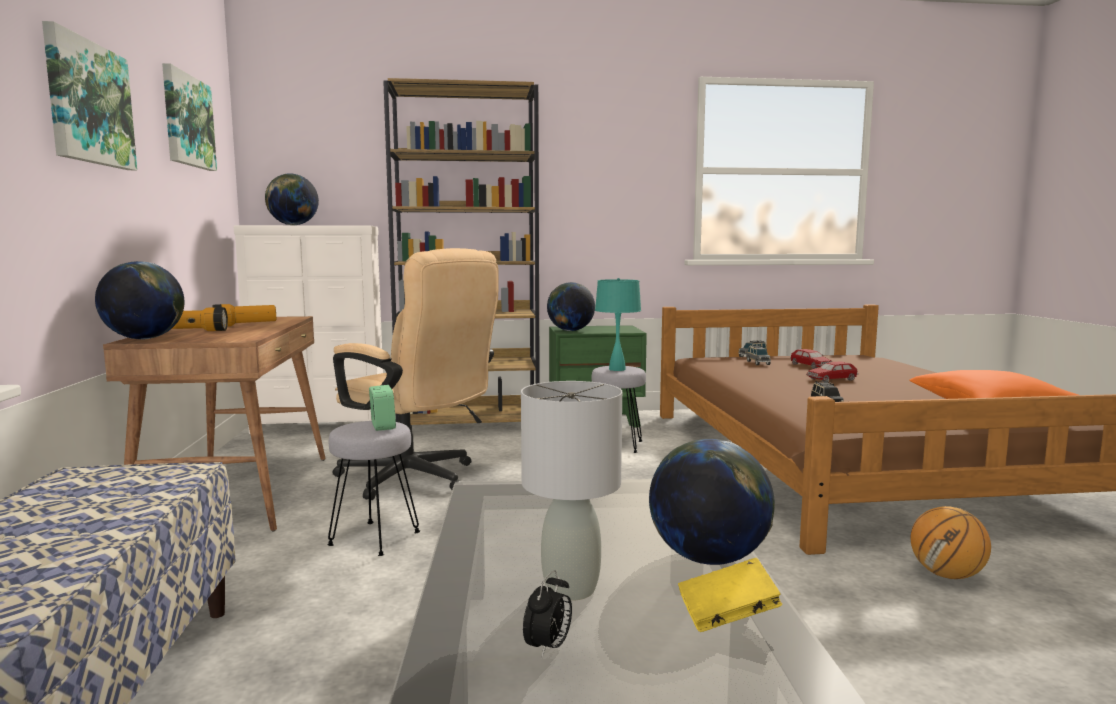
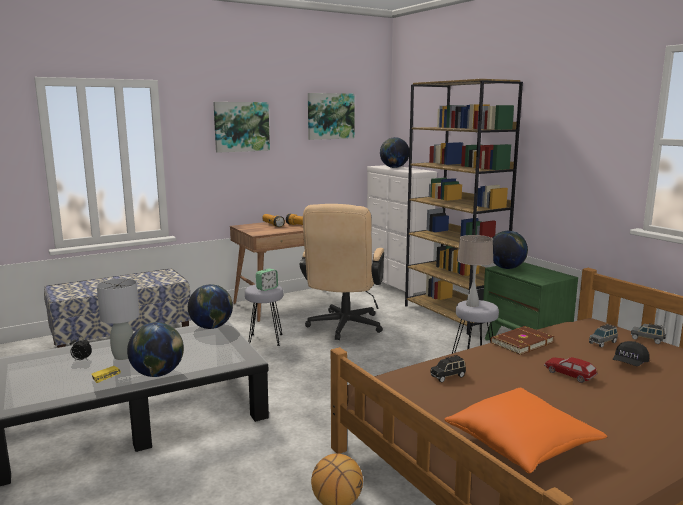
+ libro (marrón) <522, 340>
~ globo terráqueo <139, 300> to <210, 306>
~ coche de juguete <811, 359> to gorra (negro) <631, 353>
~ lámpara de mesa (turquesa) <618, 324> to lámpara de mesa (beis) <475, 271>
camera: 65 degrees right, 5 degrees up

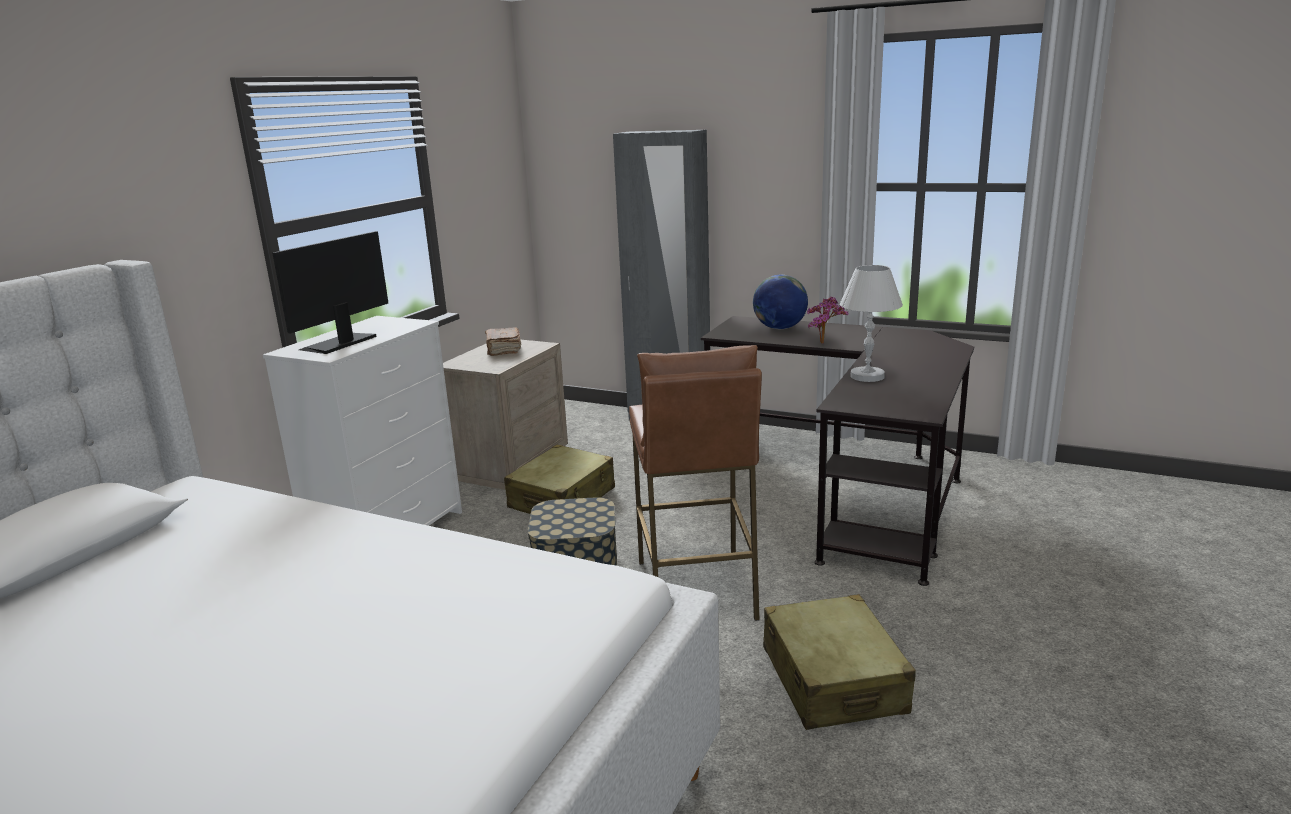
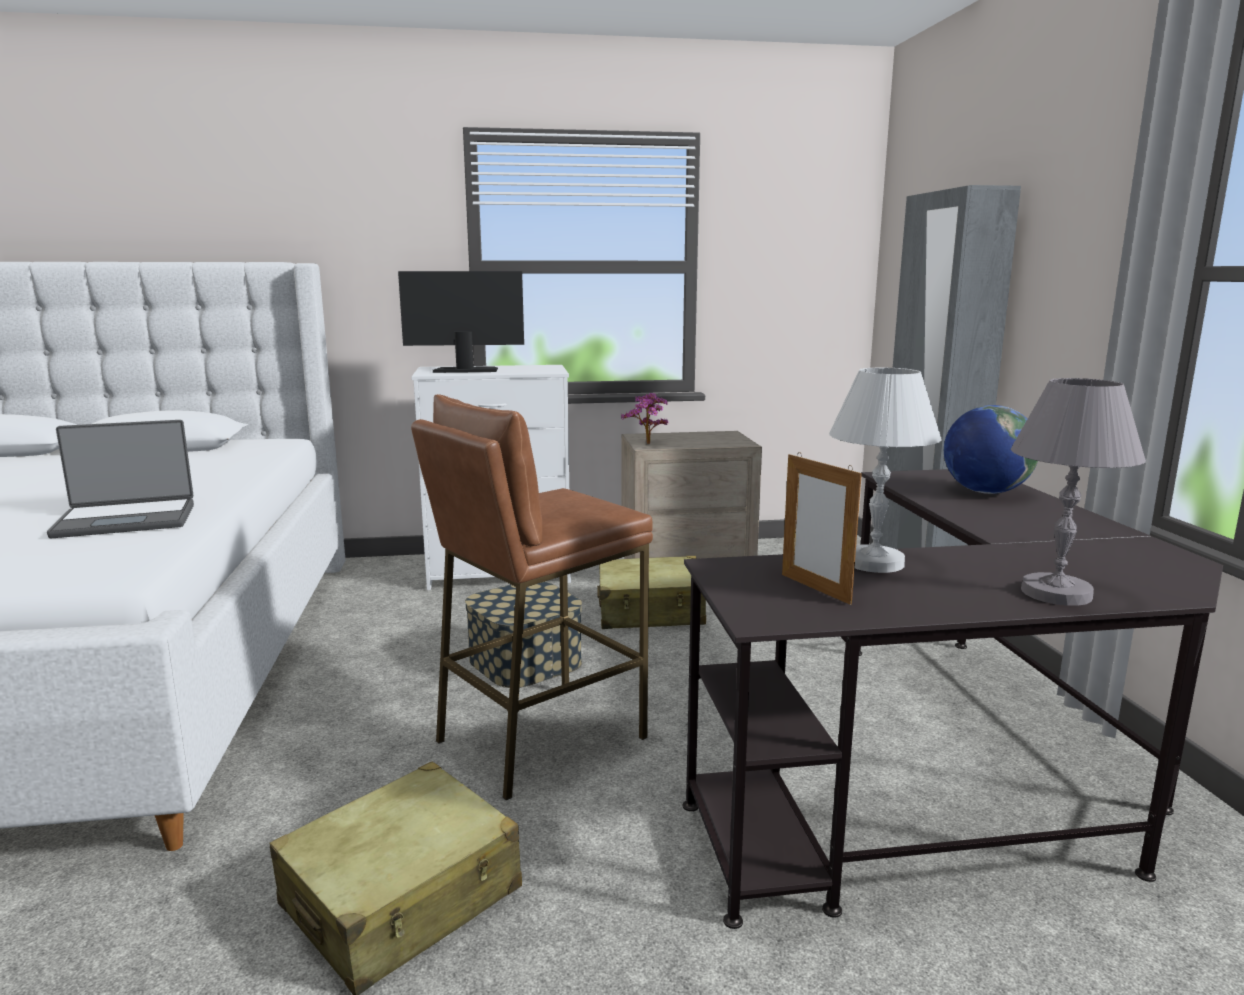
- libro (marrón) <503, 341>
+ portátil <120, 479>
+ portarretratos <822, 528>
+ lámpara de mesa (gris) <1078, 492>
~ planta en maceta <827, 319> to <645, 418>
camera: 55 degrees right, 5 degrees down

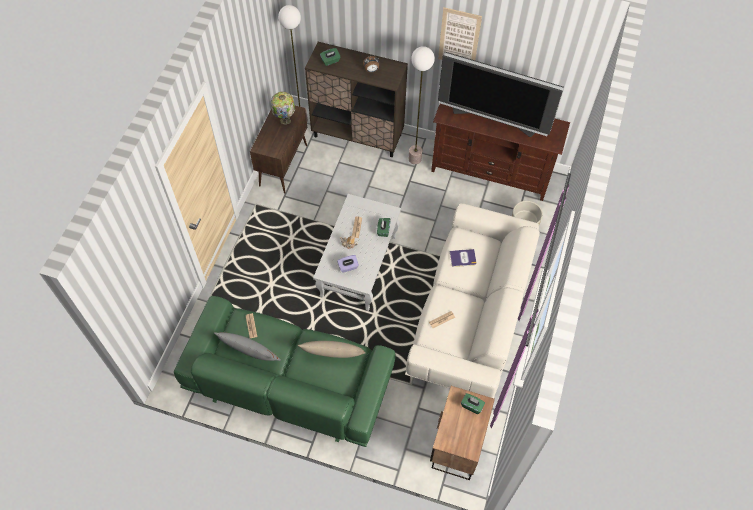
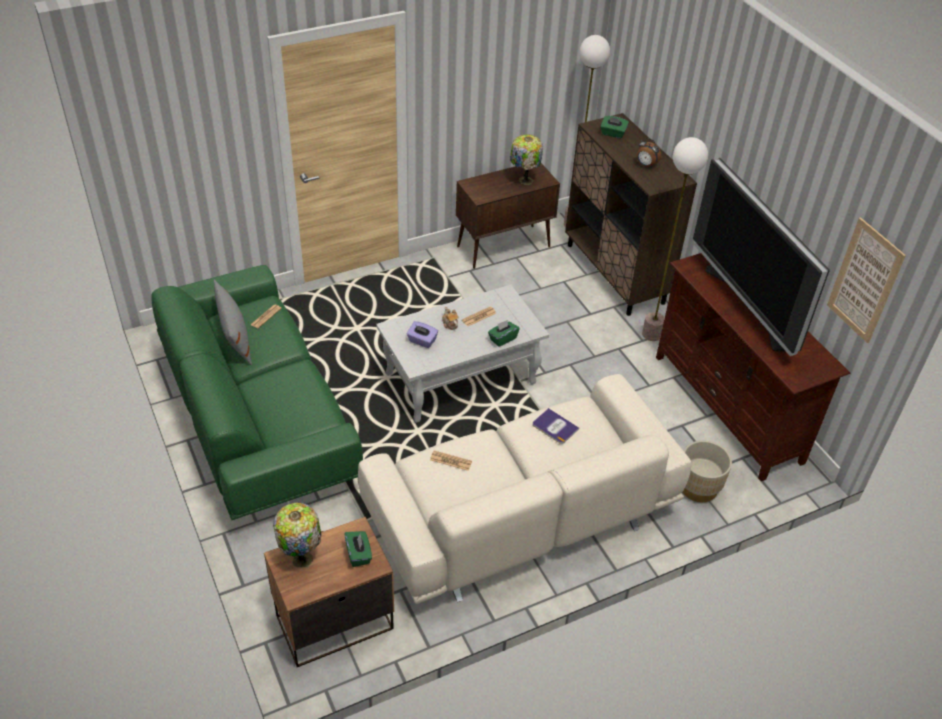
- cojín (beis) <332, 349>
+ lámpara de mesa <297, 535>
~ cuadro <460, 33> to <866, 280>
camera: 45 degrees right, 15 degrees down

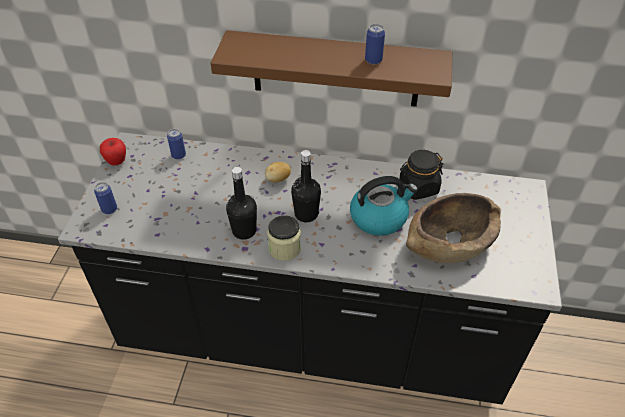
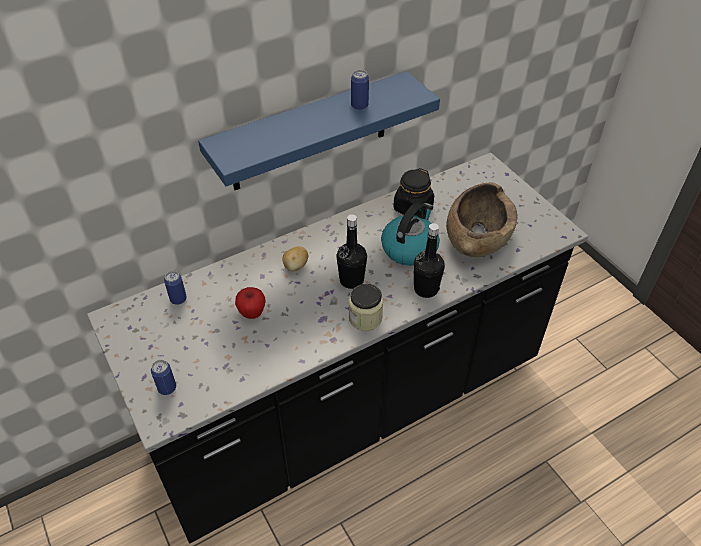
~ manzana <113, 151> to <250, 303>
~ botella (negro) <241, 203> to <429, 260>
~ estante (marrón) <331, 68> to estante (azul) <319, 130>
camera: 40 degrees left, 0 degrees up

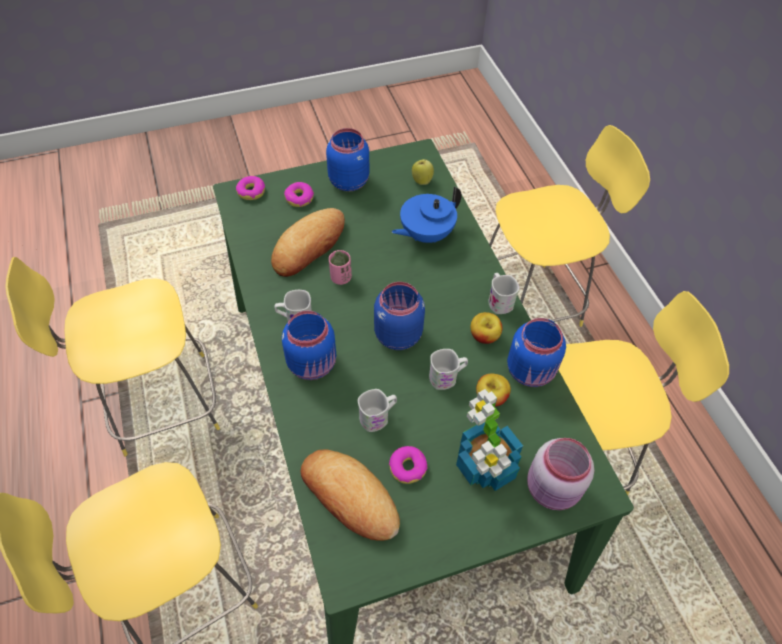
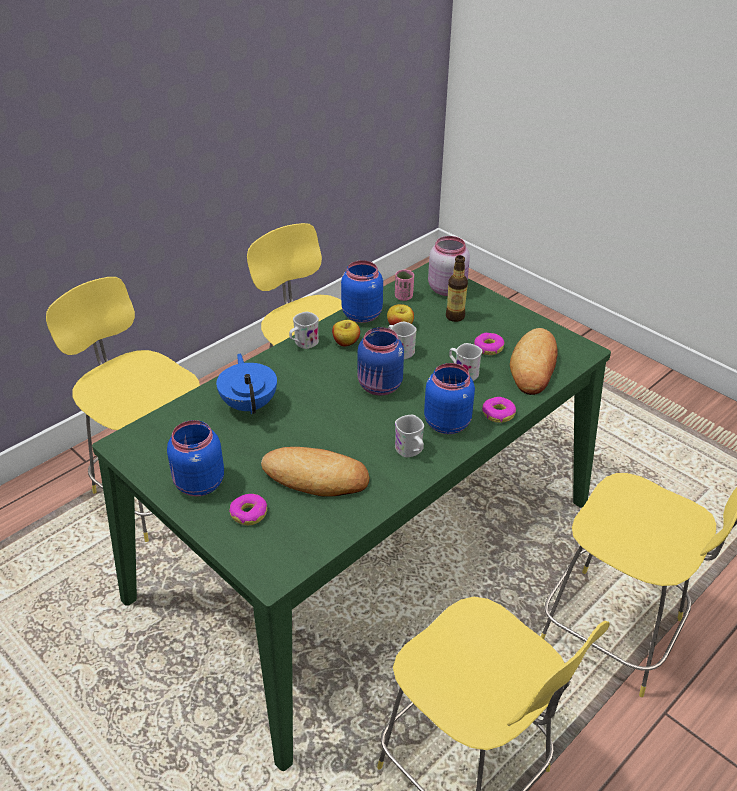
- manzana <423, 172>
~ rosquilla <250, 188> to <499, 410>
~ taza (rosa) <340, 267> to <404, 285>
~ planta en maceta <489, 440> to botella <457, 288>
~ tetera (azul) <427, 215> = <246, 383> 135 degrees counterclockwise
camera: 115 degrees left, 15 degrees down

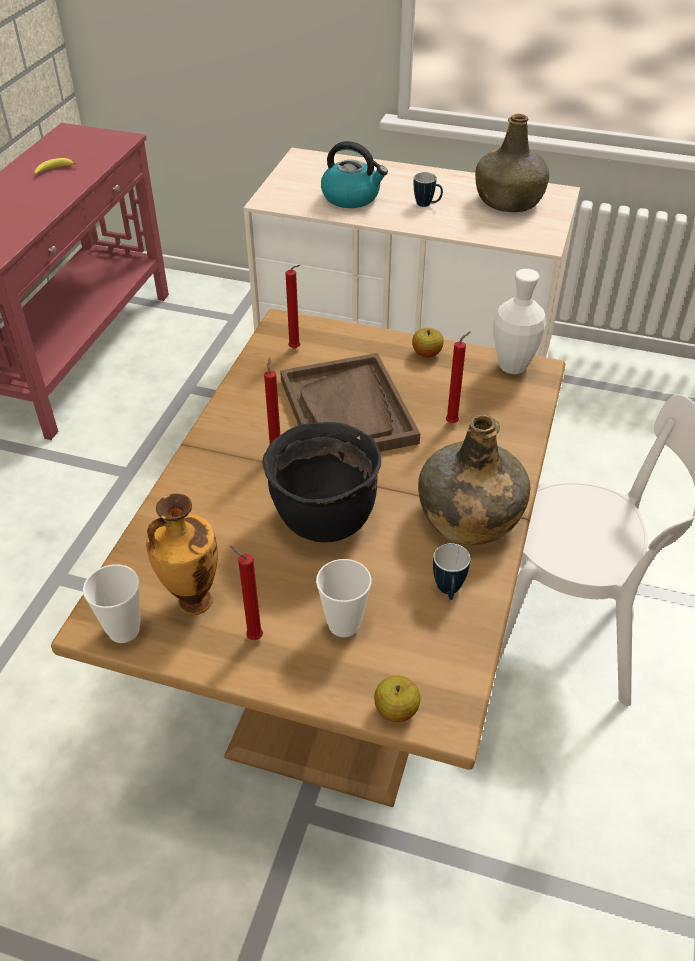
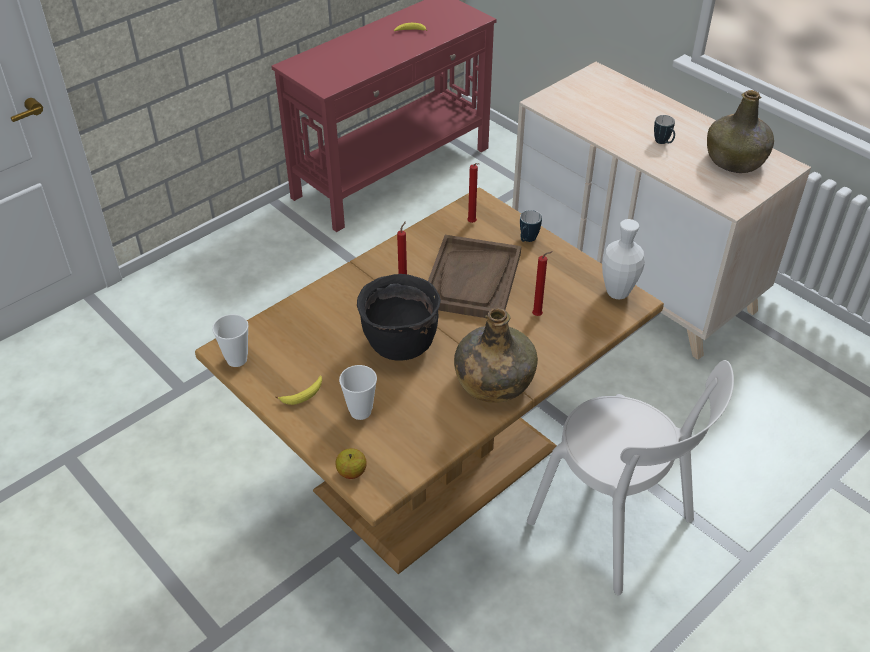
- florero <182, 554>
- hervidor <354, 174>
- manzana <428, 342>
~ taza grande <451, 571> to <531, 226>
~ vela (rojo) <246, 593> to plátano <298, 390>
camera: 30 degrees right, 0 degrees up

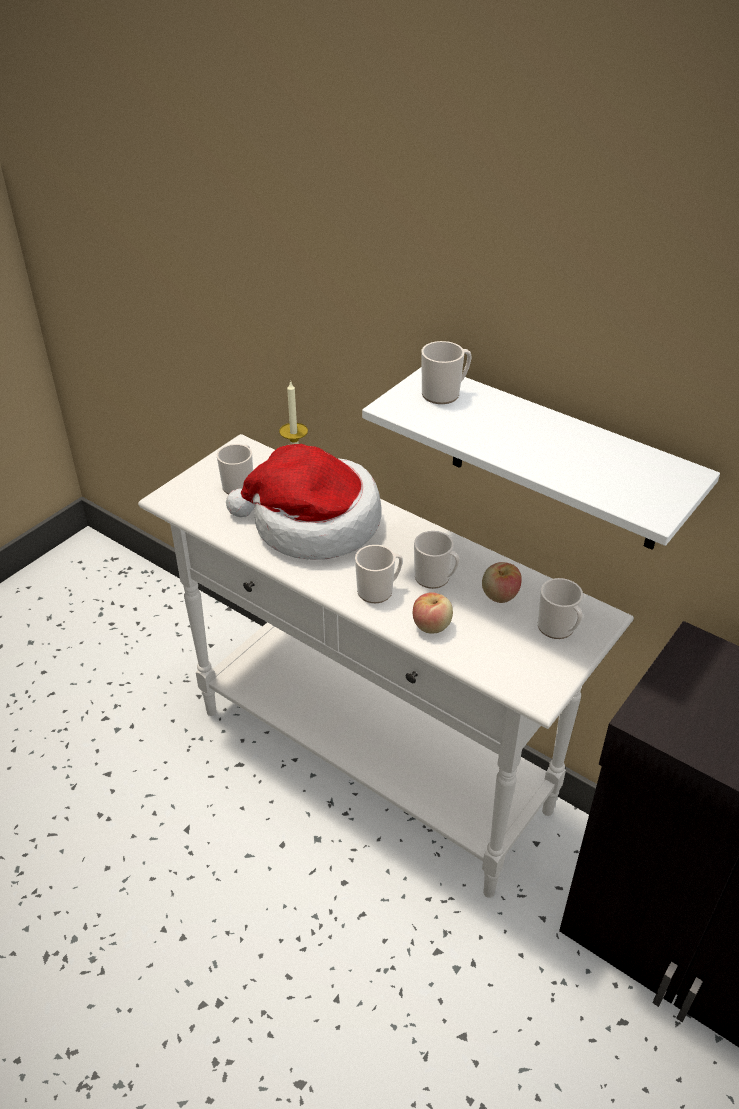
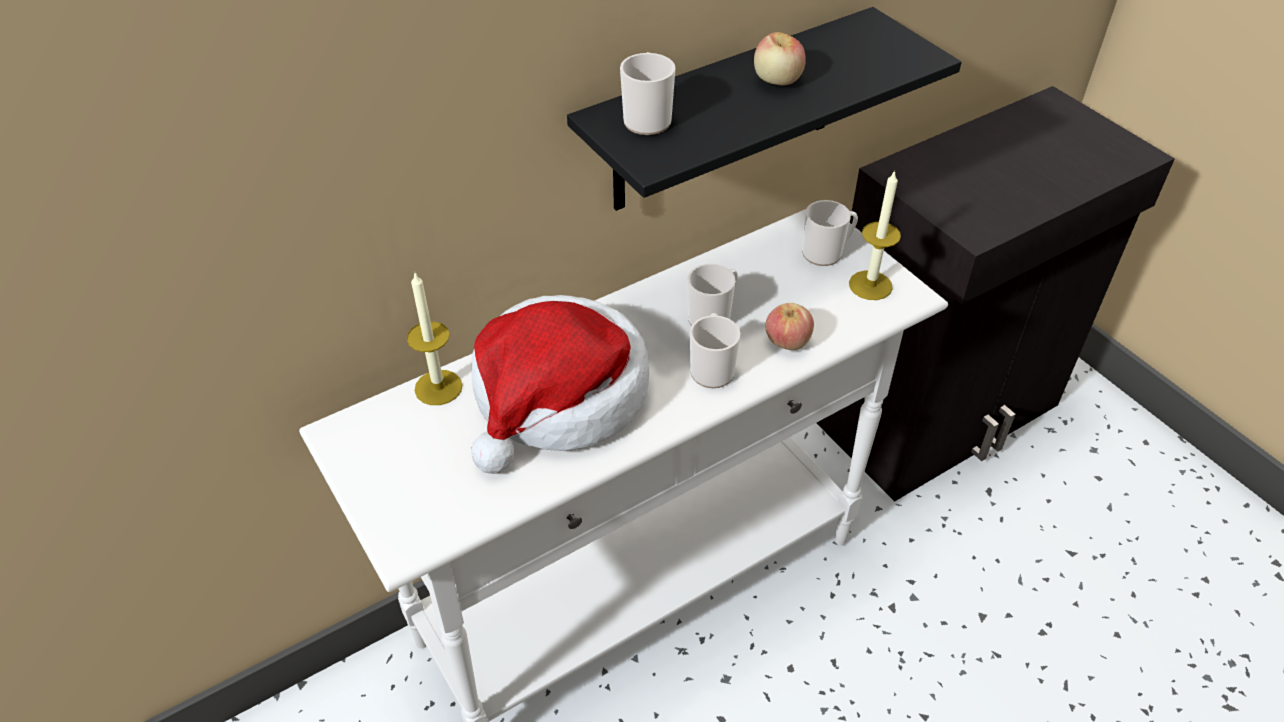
- taza grande <235, 469>
+ vela <875, 235>
~ manzana <502, 582> to <780, 58>
~ estante (blanco) <541, 458> to estante (negro) <764, 109>
camera: 70 degrees left, 5 degrees up

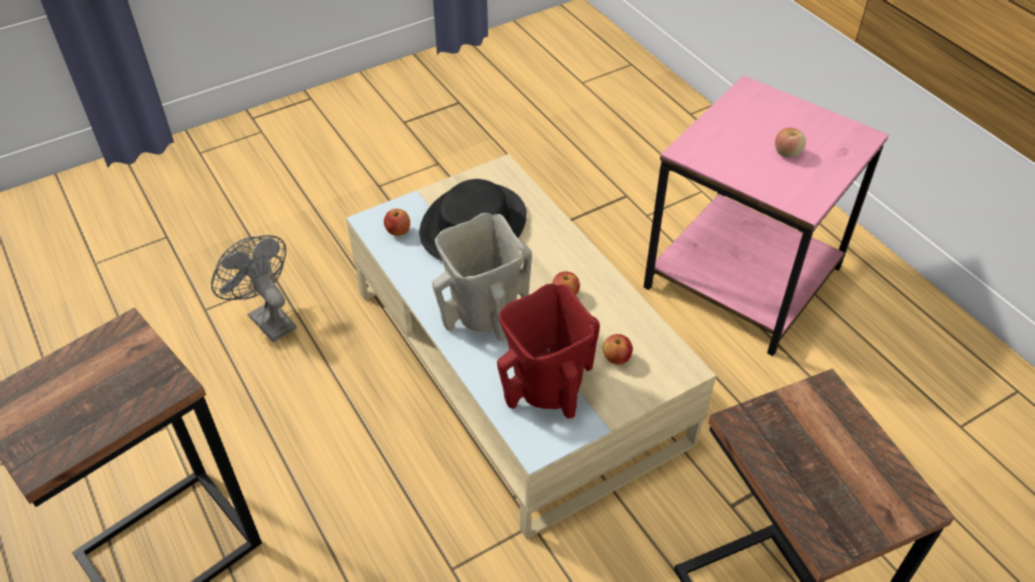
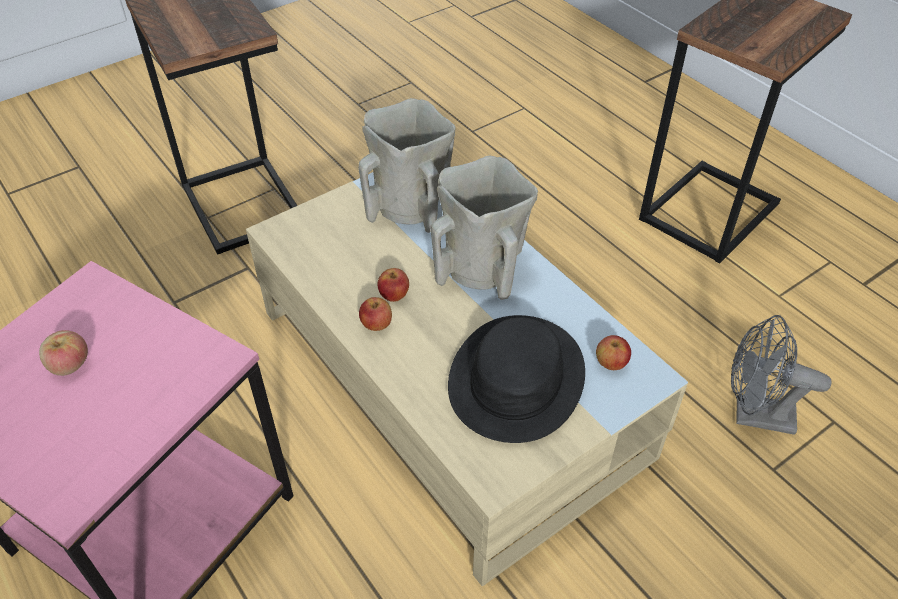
~ manzana <618, 349> to <375, 314>
~ florero (rojo) <548, 351> to florero (beis) <407, 165>
~ ventilador (gris) <253, 288> = <781, 375> 150 degrees clockwise
camera: 175 degrees right, 0 degrees up

